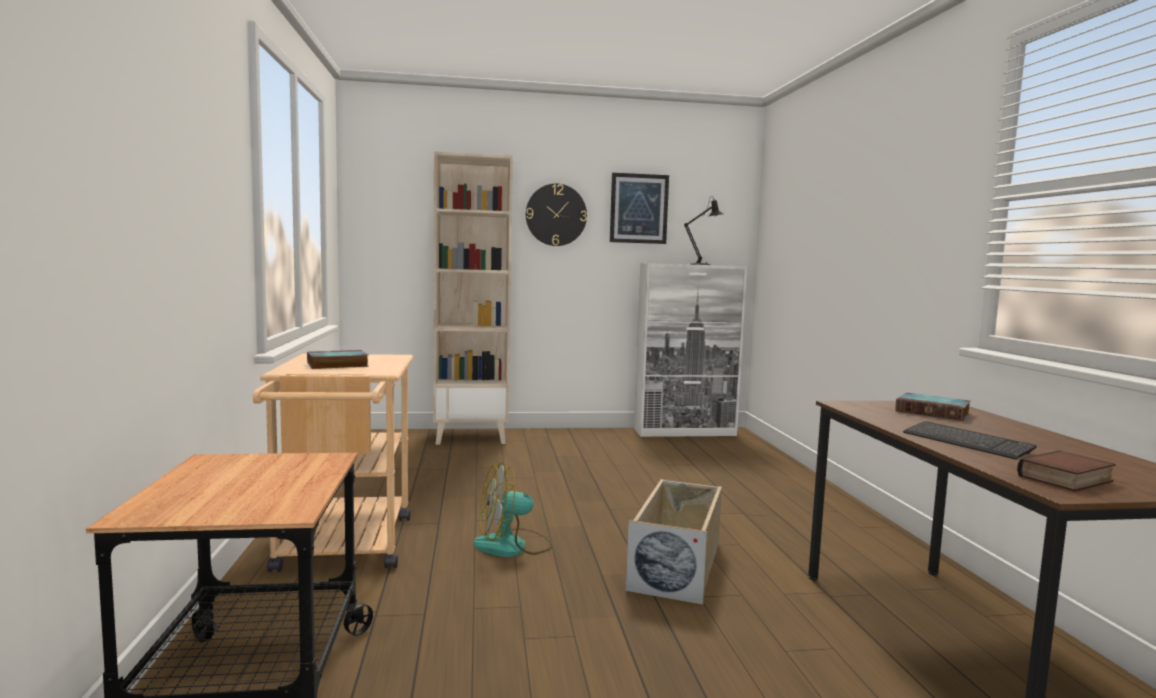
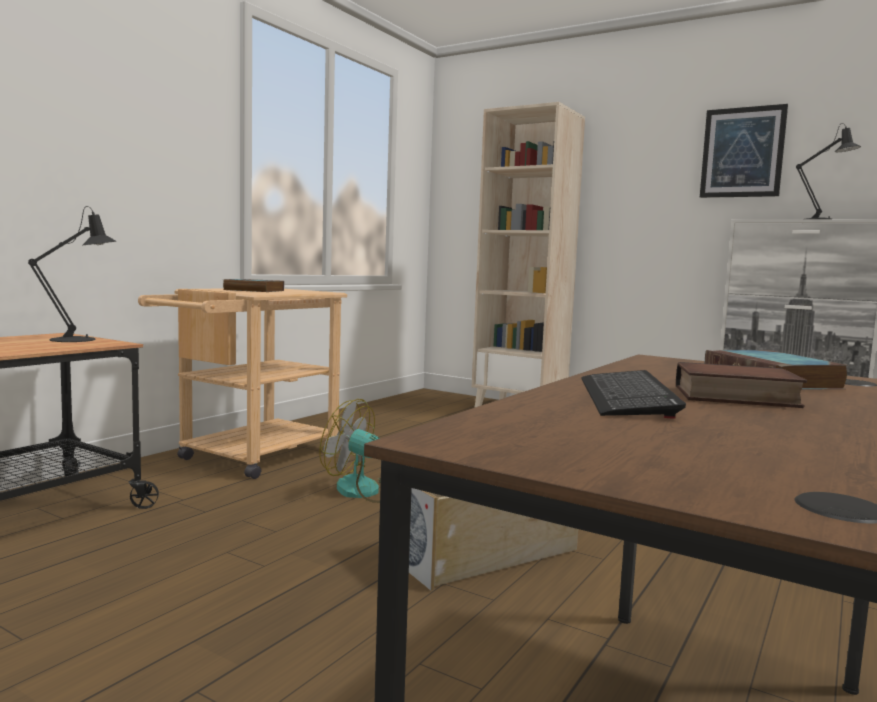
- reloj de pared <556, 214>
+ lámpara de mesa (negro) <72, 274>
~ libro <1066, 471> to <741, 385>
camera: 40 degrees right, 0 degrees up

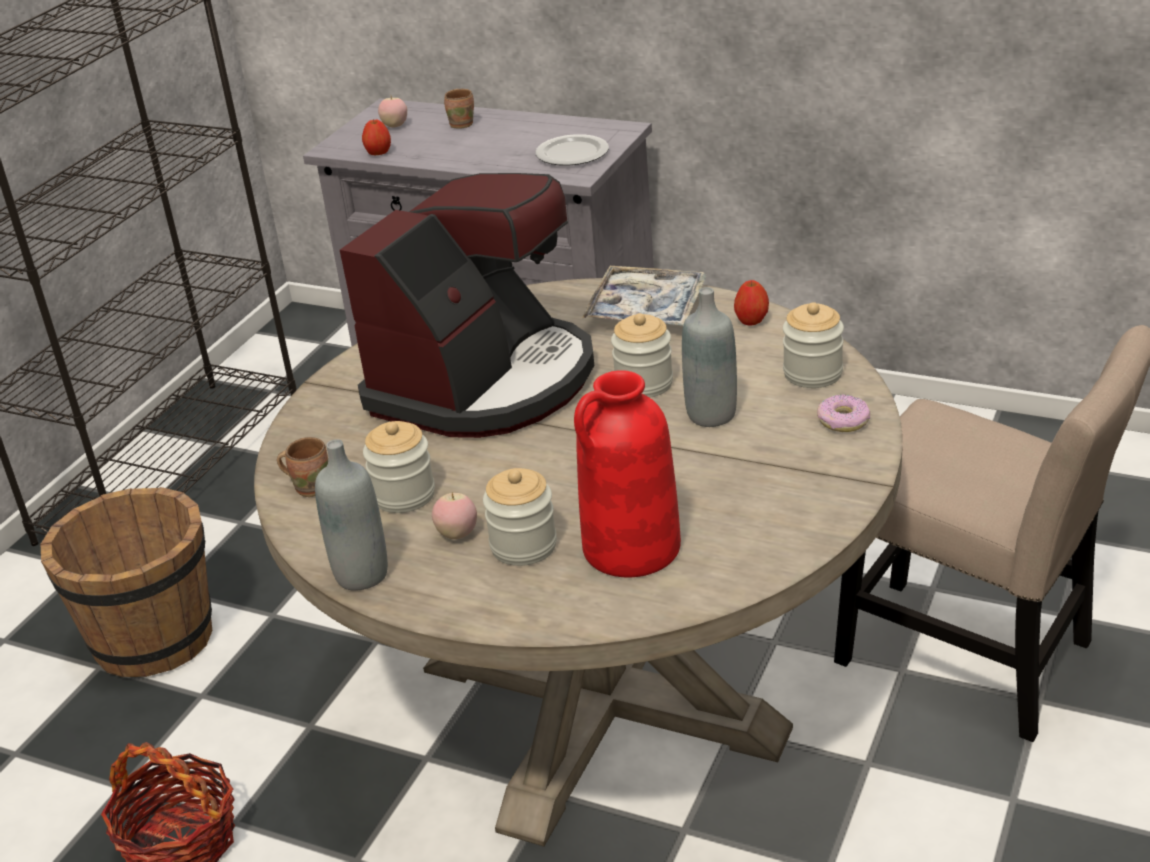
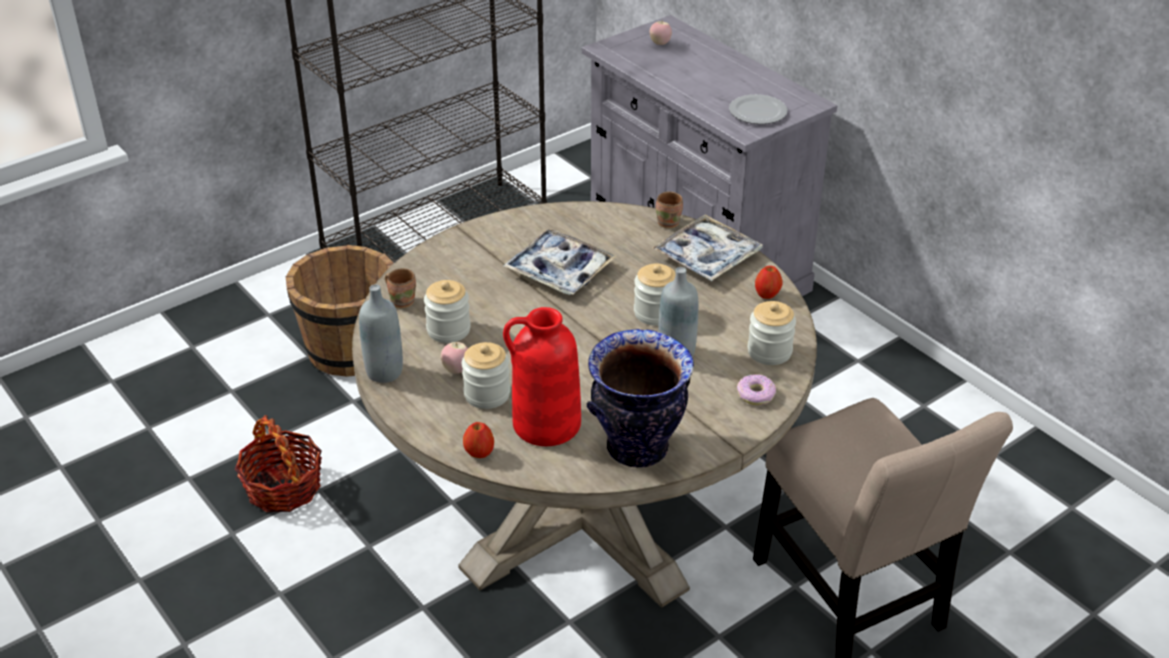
+ florero <640, 398>
~ manzana <376, 137> to <478, 440>
~ taza grande (marrón) <459, 109> to <669, 210>
~ cafetera <467, 305> to bandeja <560, 262>
camera: 25 degrees right, 5 degrees up

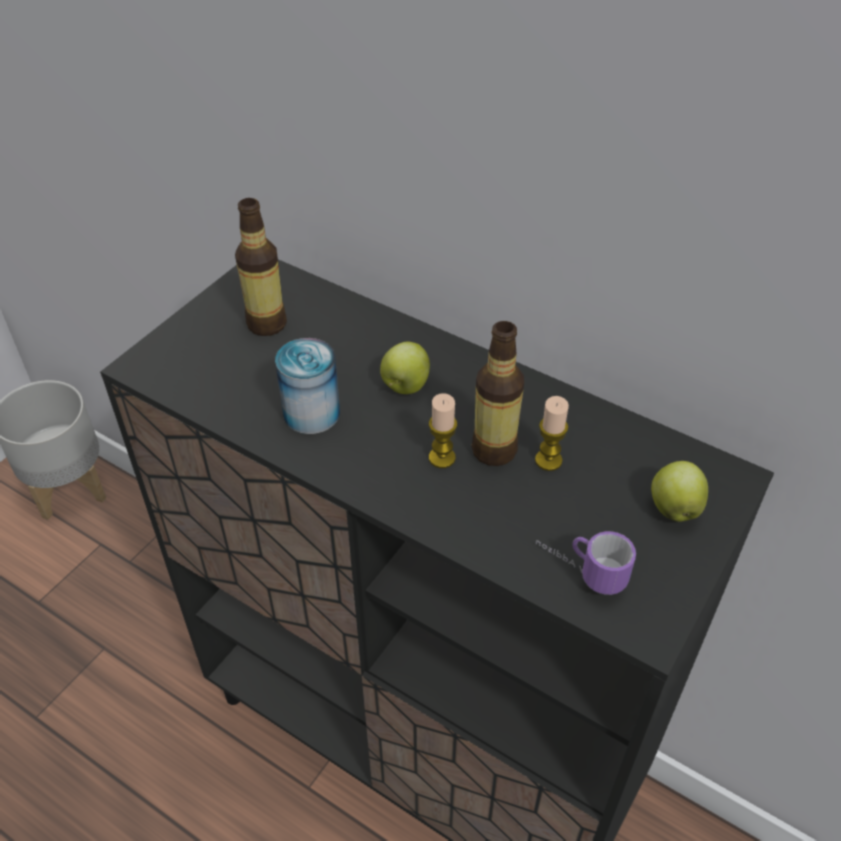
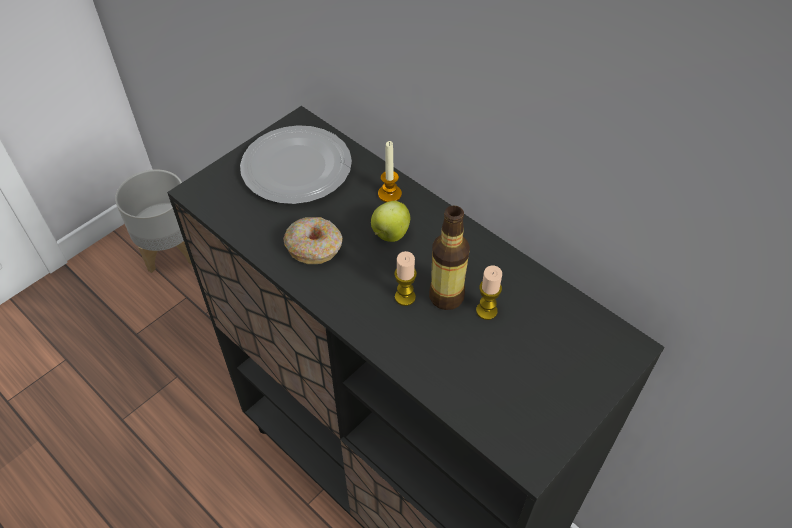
- taza grande <586, 563>
- manzana <679, 491>
+ vela <390, 171>
~ botella <261, 267> to plato <296, 164>
~ lata <307, 386> to rosquilla <313, 240>
camera: 10 degrees right, 5 degrees up

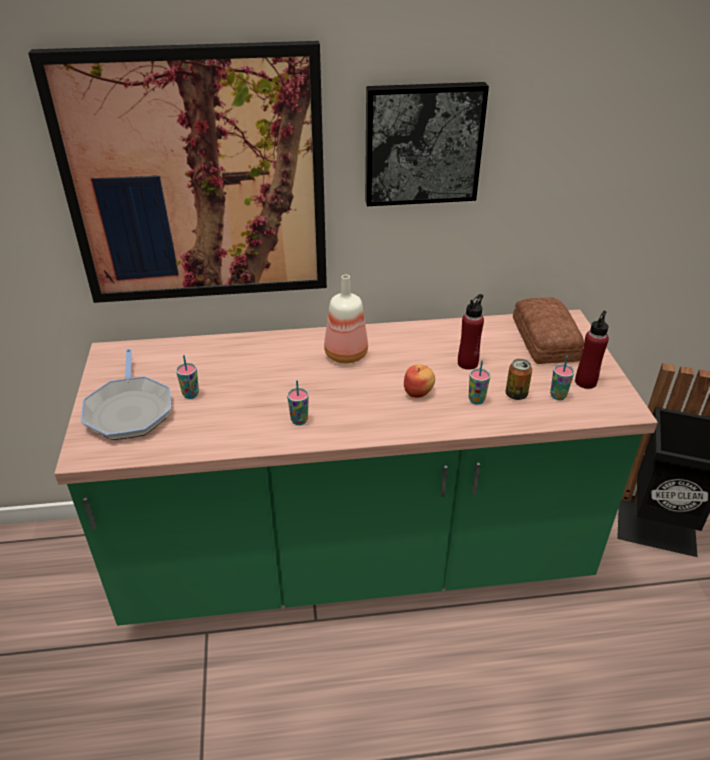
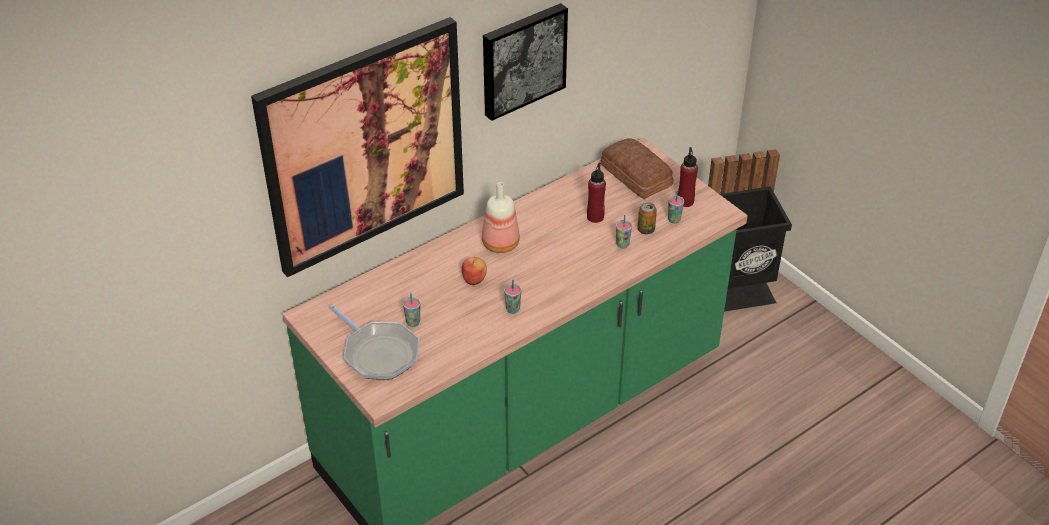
~ manzana <419, 381> to <474, 271>
camera: 30 degrees left, 5 degrees up

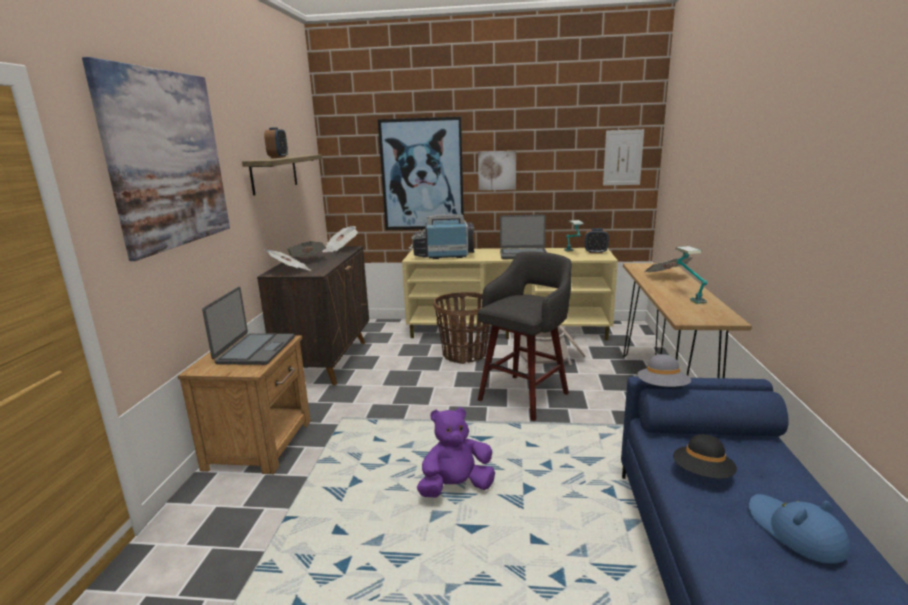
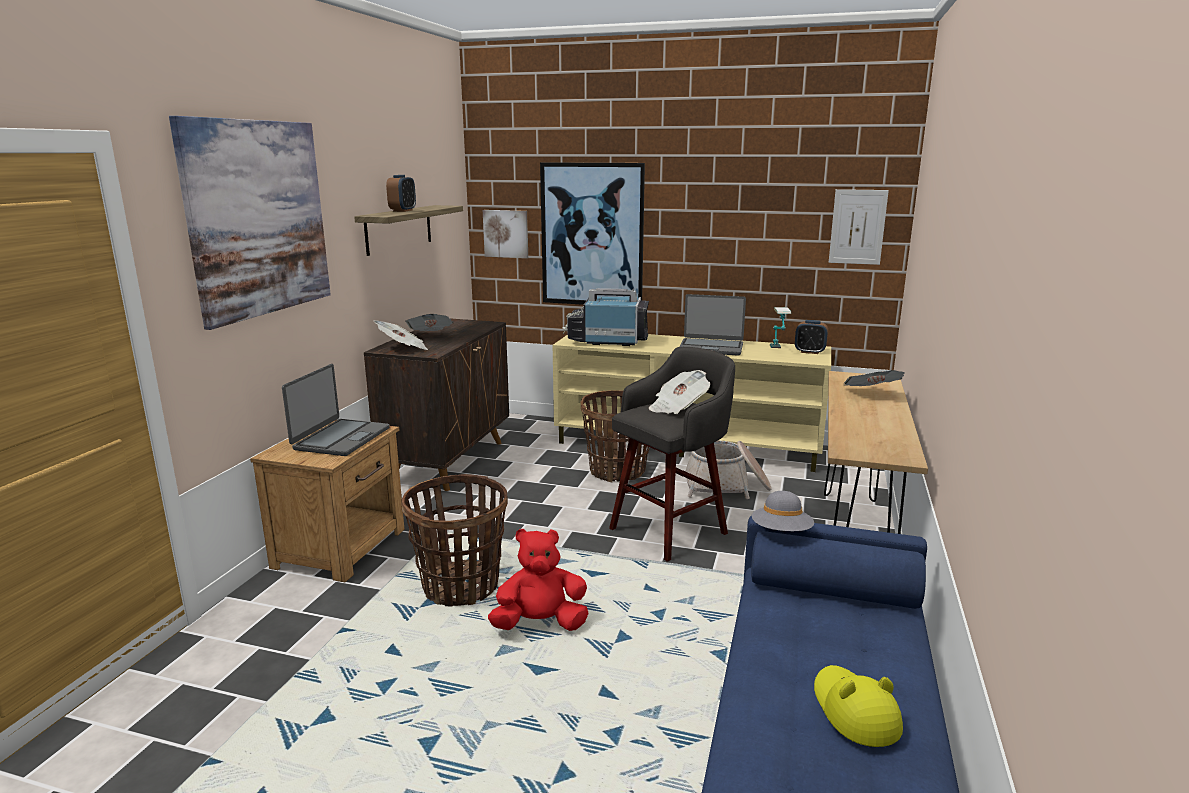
- sombrero (negro) <705, 456>
- lámpara de mesa <691, 275>
+ cesta <454, 540>
~ periódico <340, 239> to <679, 392>
~ cuadro <497, 170> to <505, 234>
~ peluche (morado) <456, 452> to peluche (rojo) <538, 580>
~ sombrero (azul) <799, 529> to sombrero (amarillo) <858, 706>
camera: 10 degrees right, 0 degrees up

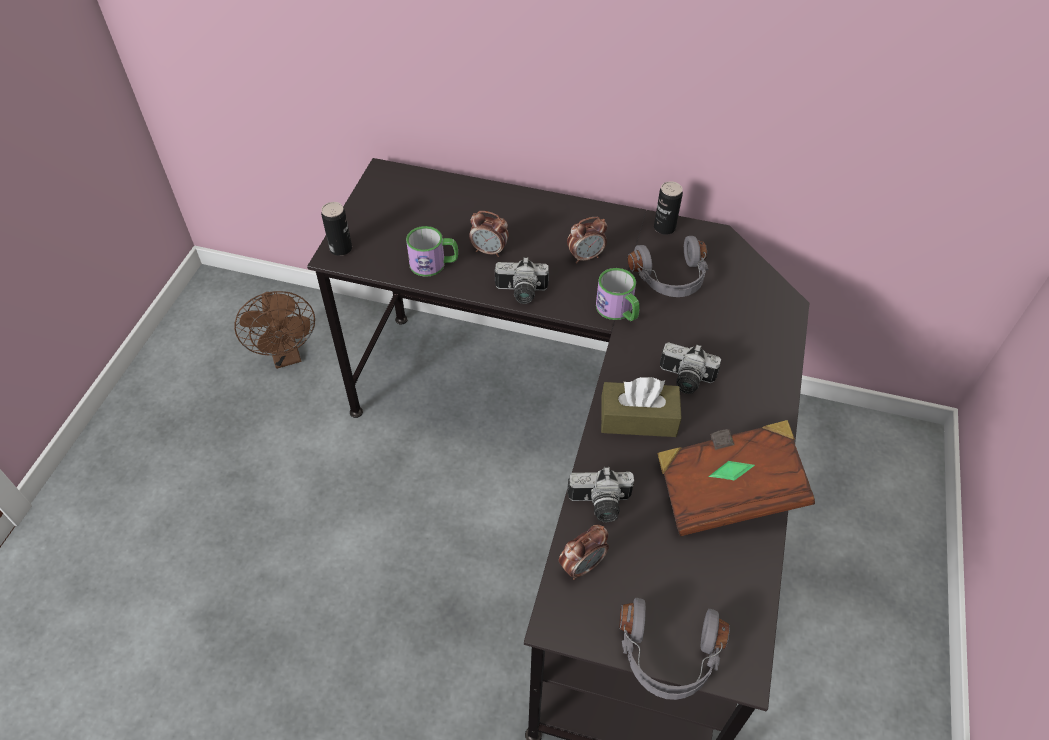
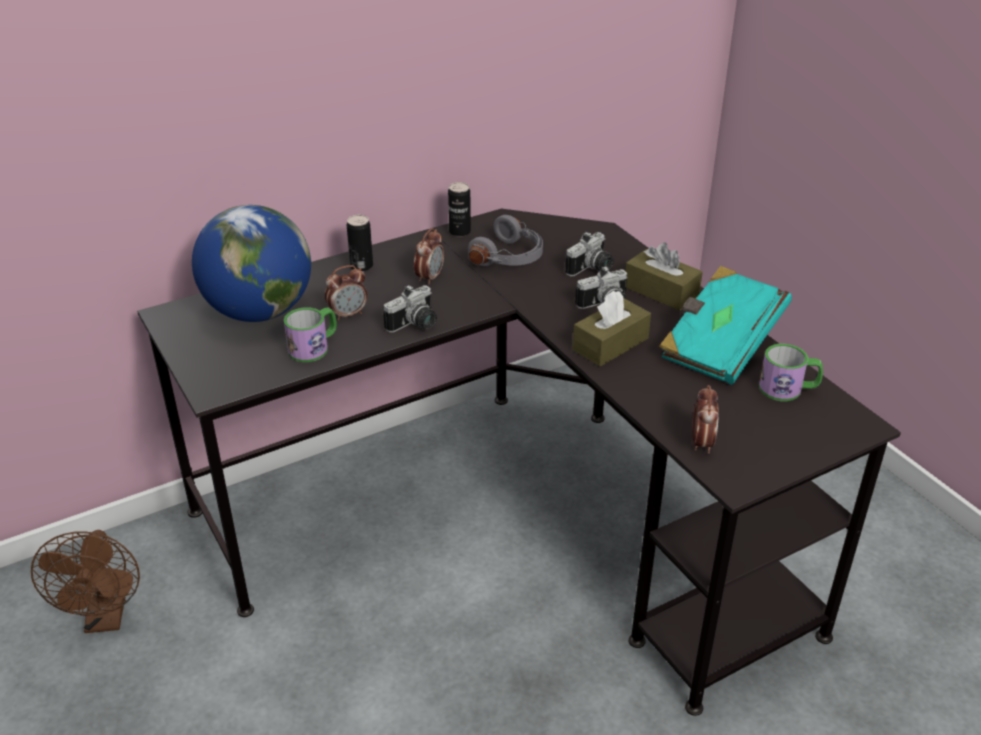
- auriculares (gris) <674, 649>
+ globo terráqueo <251, 263>
+ caja de pañuelos (marrón) <664, 276>
~ lata <336, 229> to <360, 243>
~ cámara <600, 494> to <589, 254>
~ taza grande <618, 294> to <791, 372>
~ libro (marrón) <736, 478> to libro (turquesa) <725, 325>
~ ventilador (marrón) <274, 330> = <85, 581> 60 degrees clockwise
camera: 45 degrees left, 15 degrees down

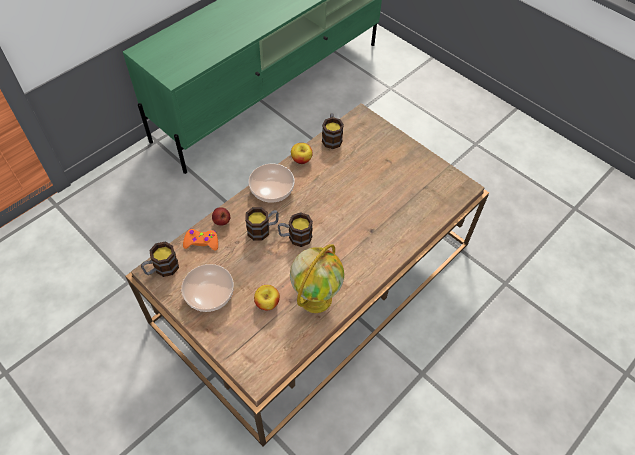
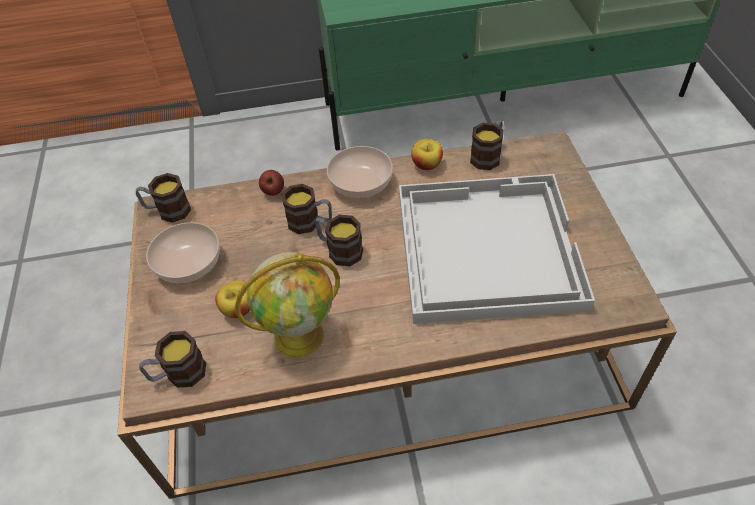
- mando de consola (naranja) <200, 240>
+ taza grande <173, 359>
+ bandeja (blanco) <497, 249>
camera: 40 degrees right, 5 degrees down

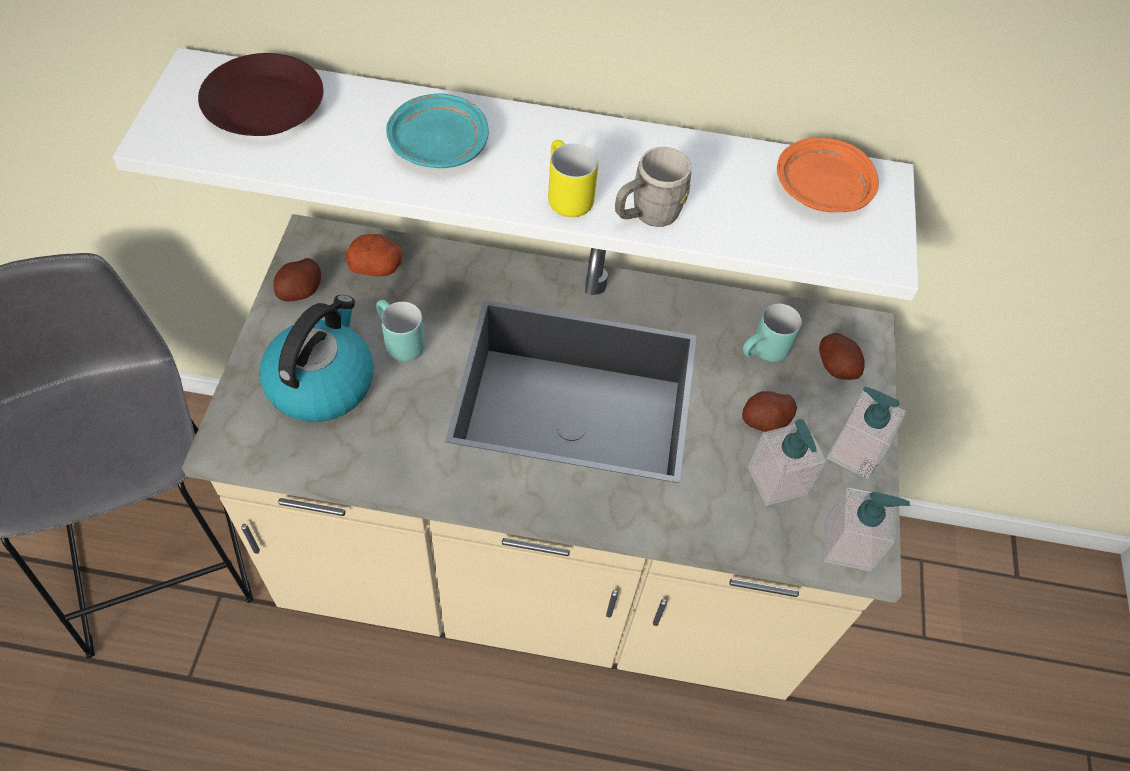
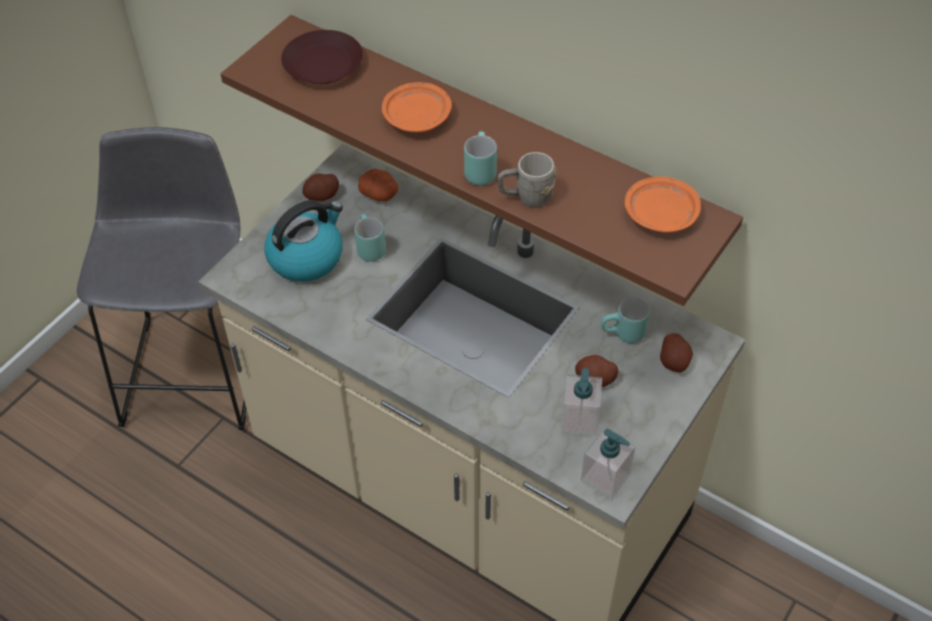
- dispensador de jabón <866, 433>
~ estante (blanco) <516, 174> to estante (marrón) <482, 160>
~ plato (turquesa) <437, 130> to plato (naranja) <417, 107>
~ taza grande (amarillo) <573, 178> to taza grande (turquesa) <480, 158>
camera: 30 degrees right, 5 degrees down

